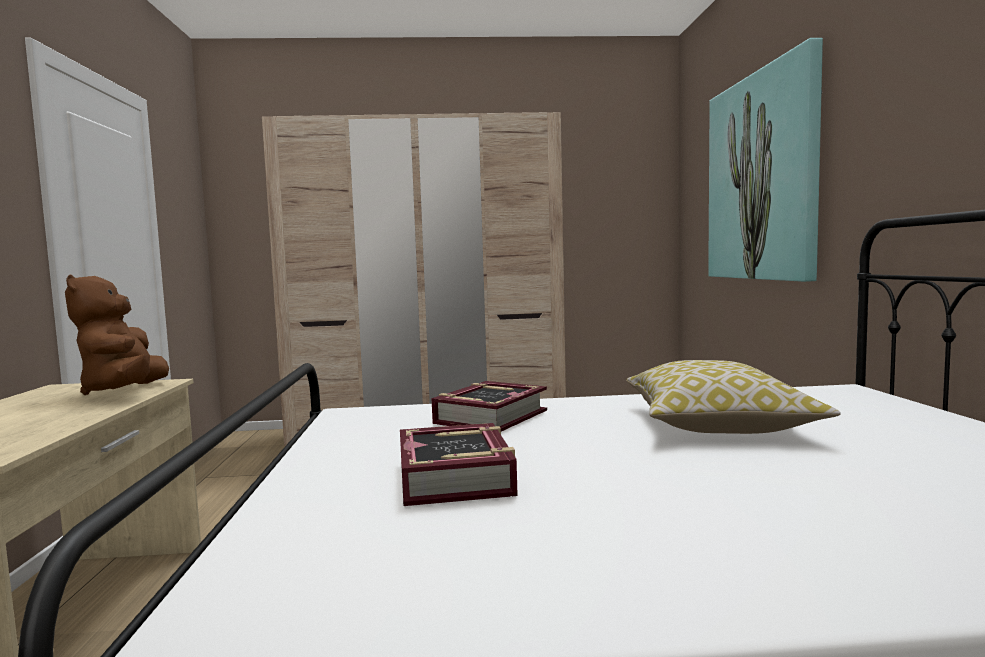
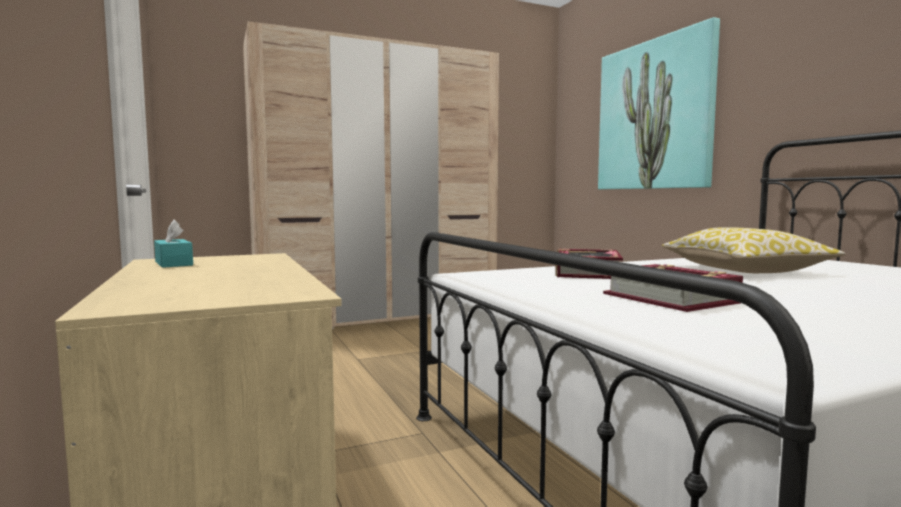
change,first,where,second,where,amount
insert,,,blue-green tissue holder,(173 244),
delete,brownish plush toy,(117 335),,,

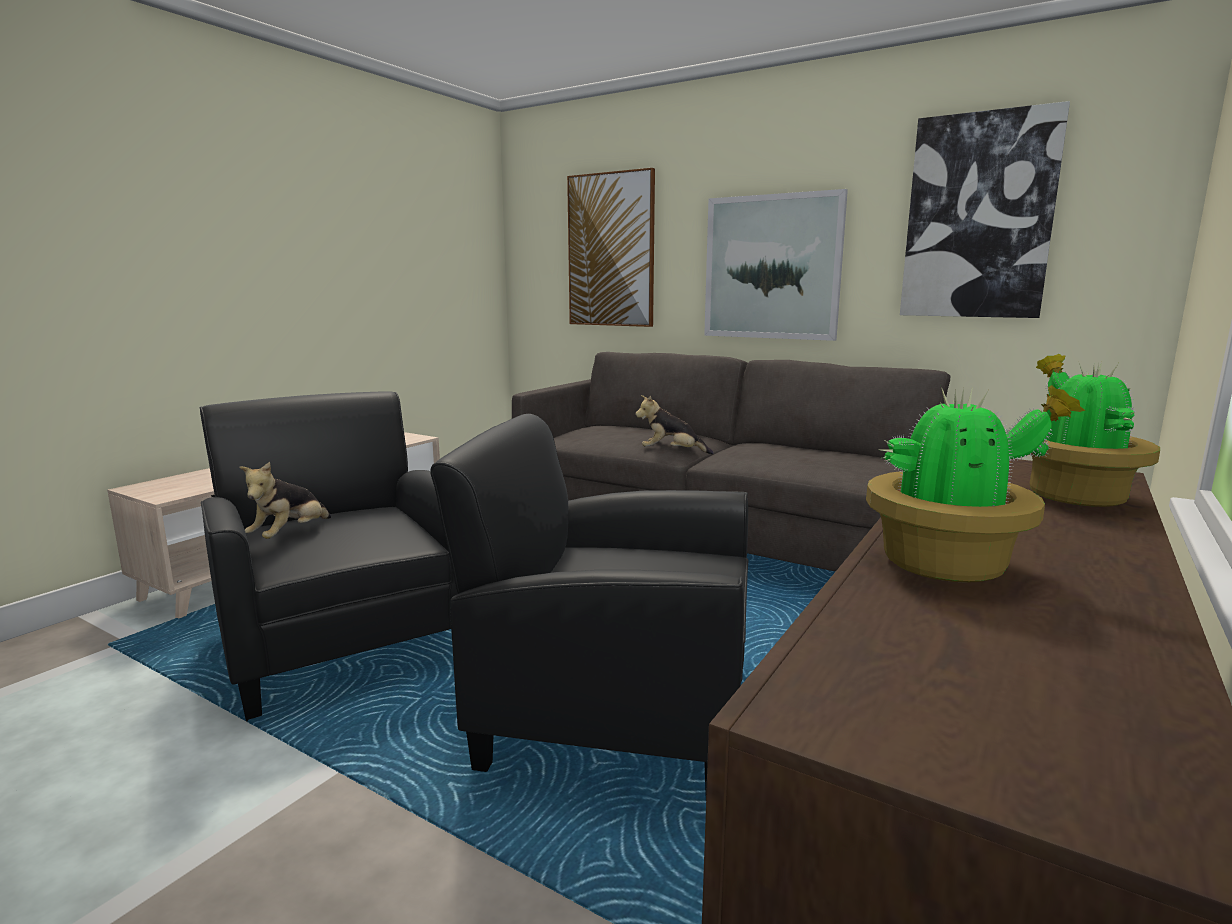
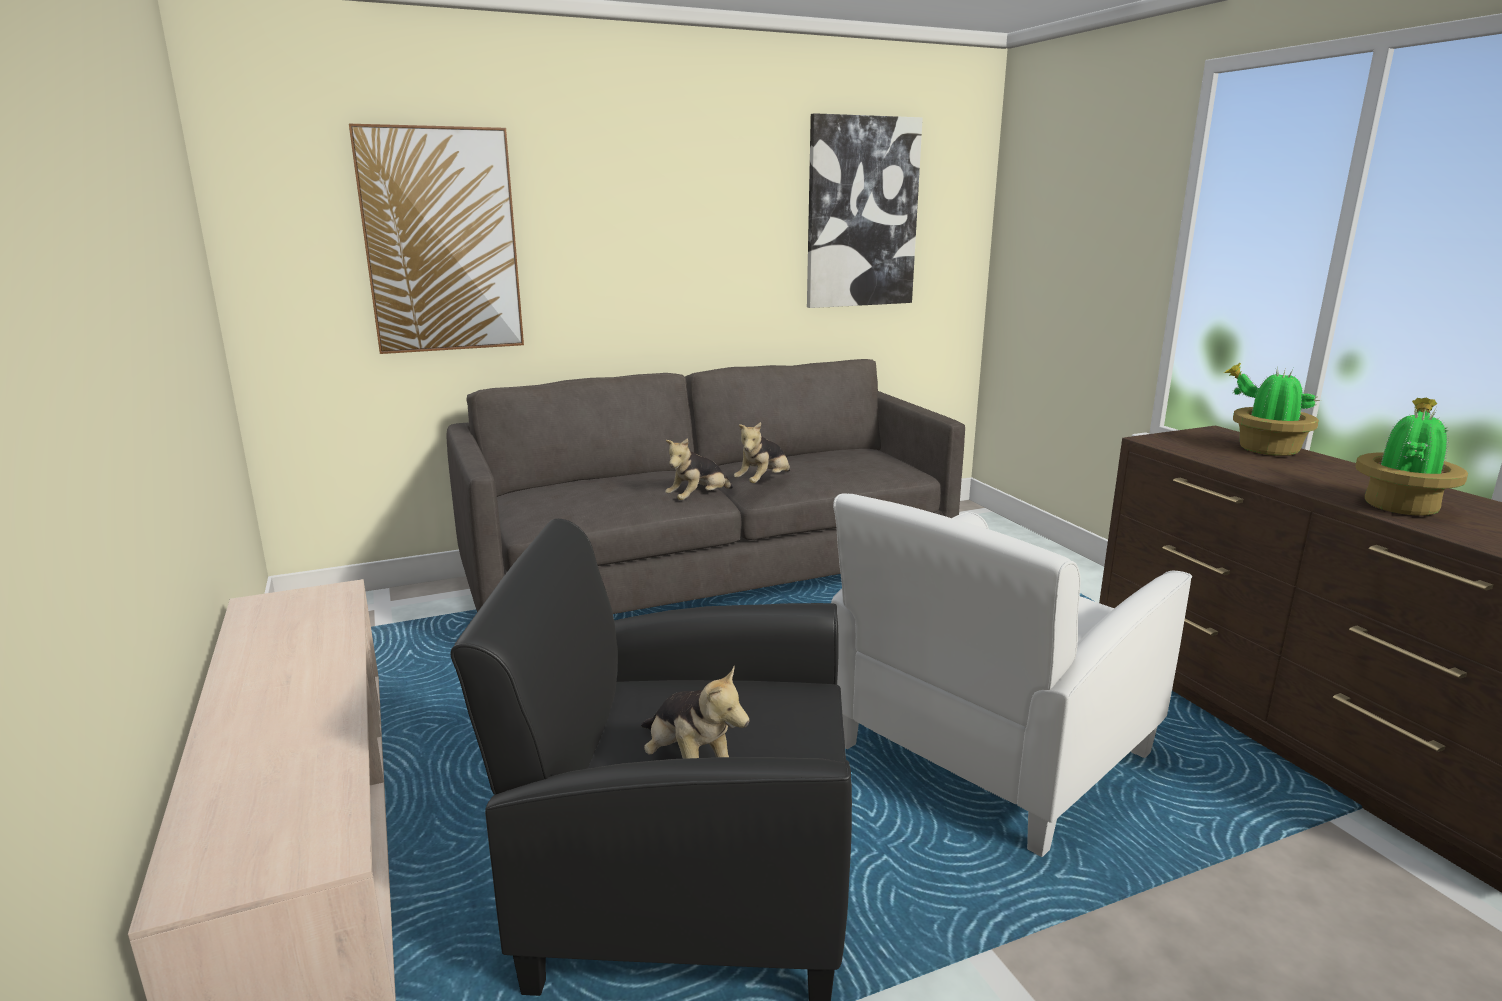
change,first,where,second,where,amount
insert,,,plush toy,(762 452),
recolor,black-coloured easy chair,(589 603),white-coloured easy chair,(1011 675),
delete,wall picture,(776 265),,,

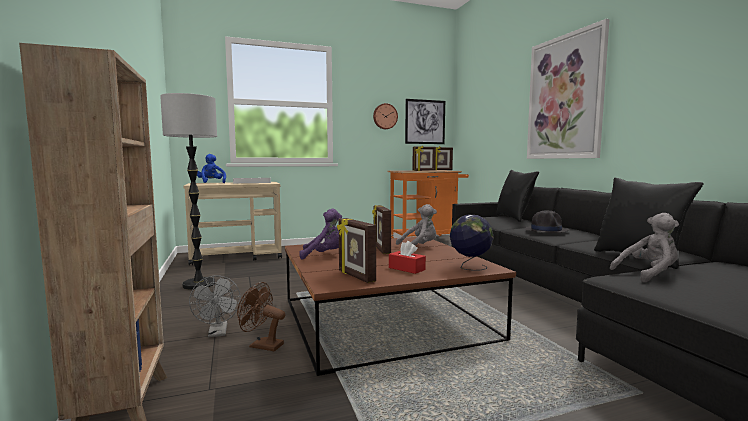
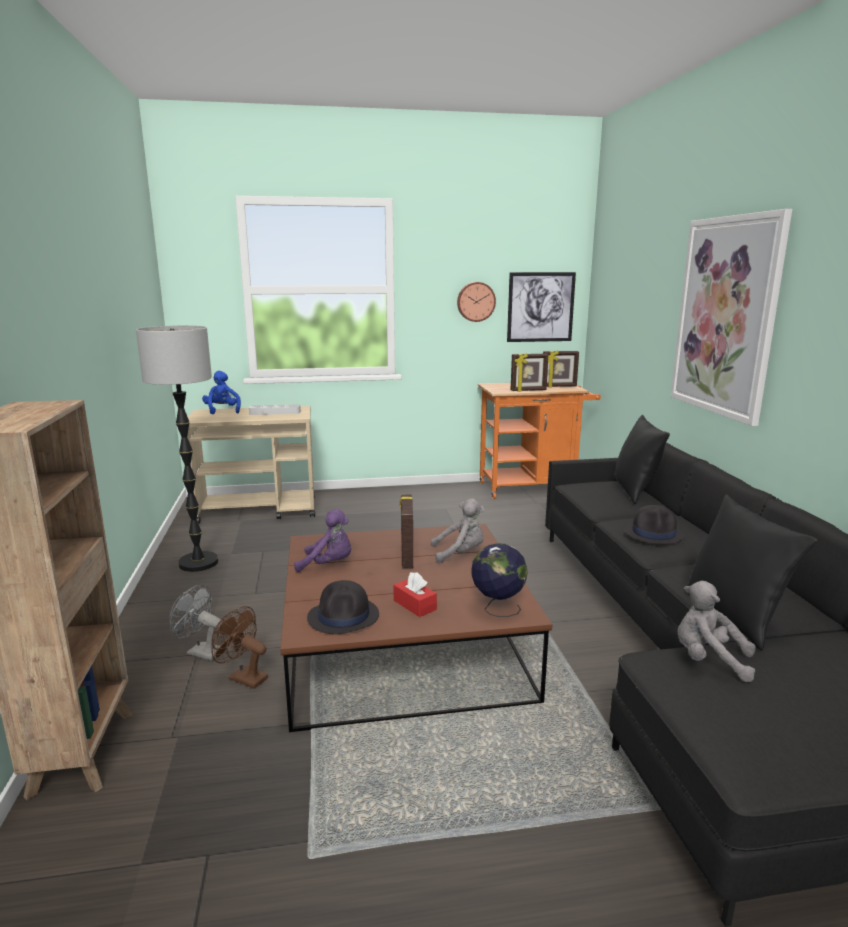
change,first,where,second,where,amount
rotate,grey electric fan,(215 306),,(196 623),120 degrees clockwise
replace,picture frame,(356 250),black-coloured clothing hat,(343 607),
rotate,grey plush toy,(644 247),,(716 631),150 degrees counterclockwise

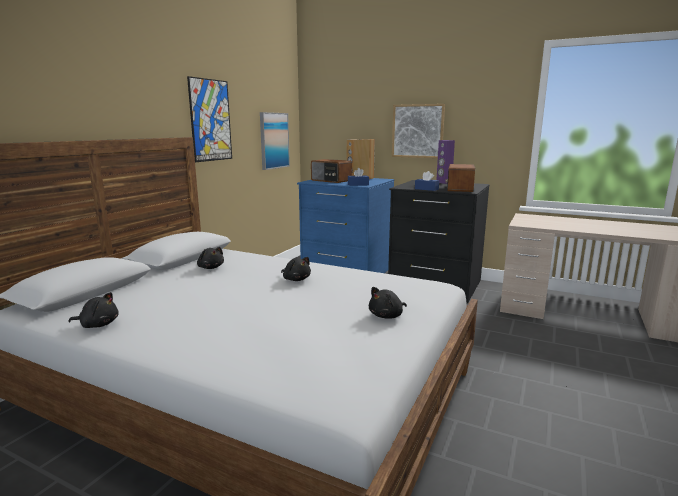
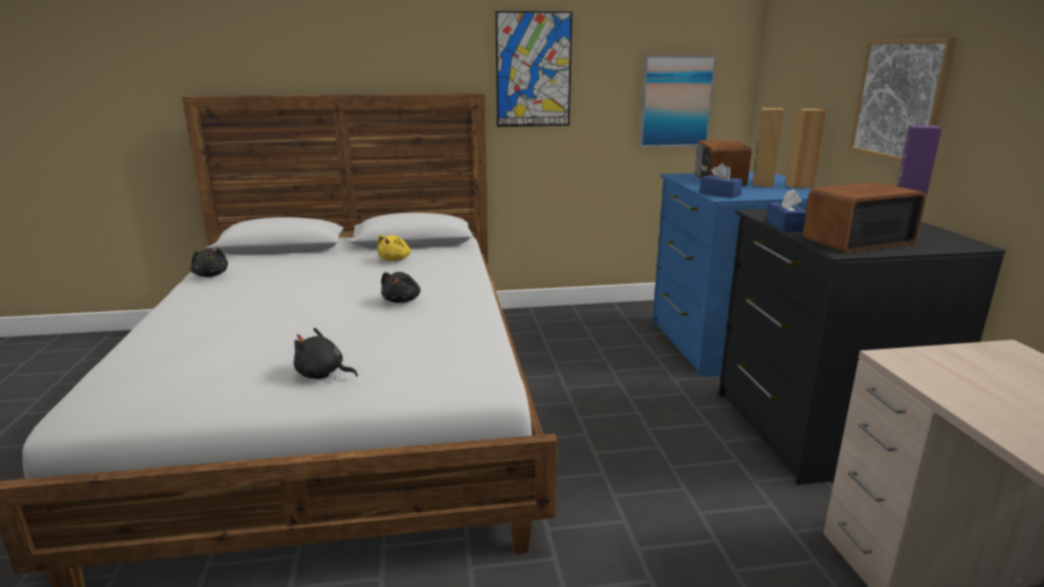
change,first,where,second,where,amount
recolor,black-coloured plush toy,(210 258),yellow plush toy,(394 248),

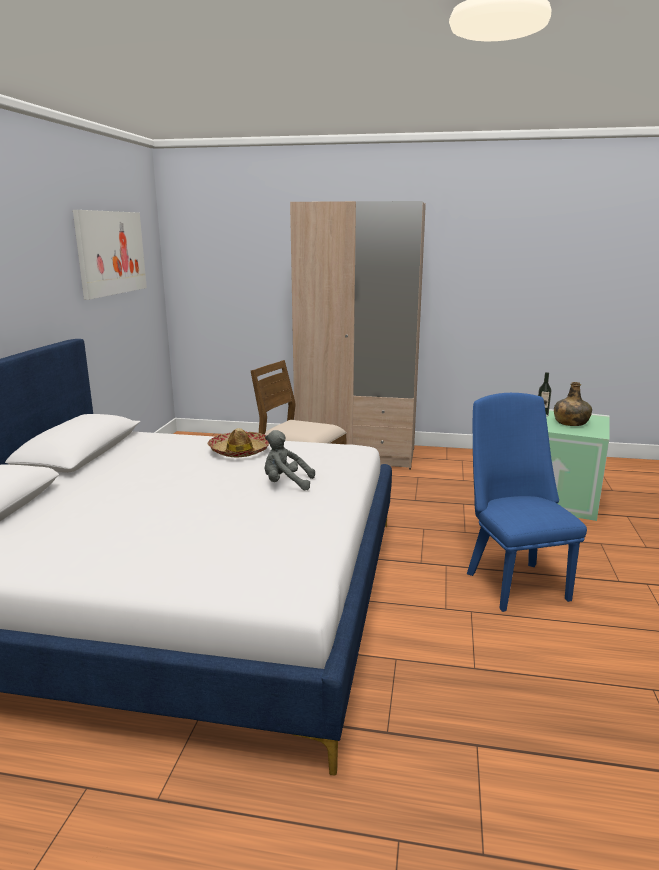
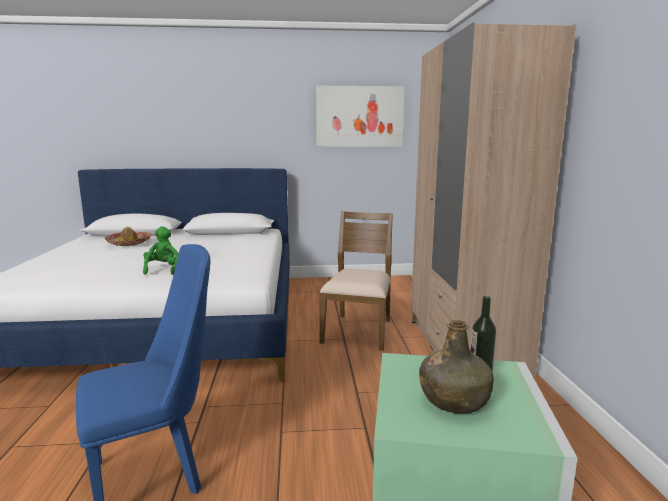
change,first,where,second,where,amount
move,clothing hat,(238 442),,(128 236),
recolor,grey plush toy,(289 460),greenish plush toy,(161 250),

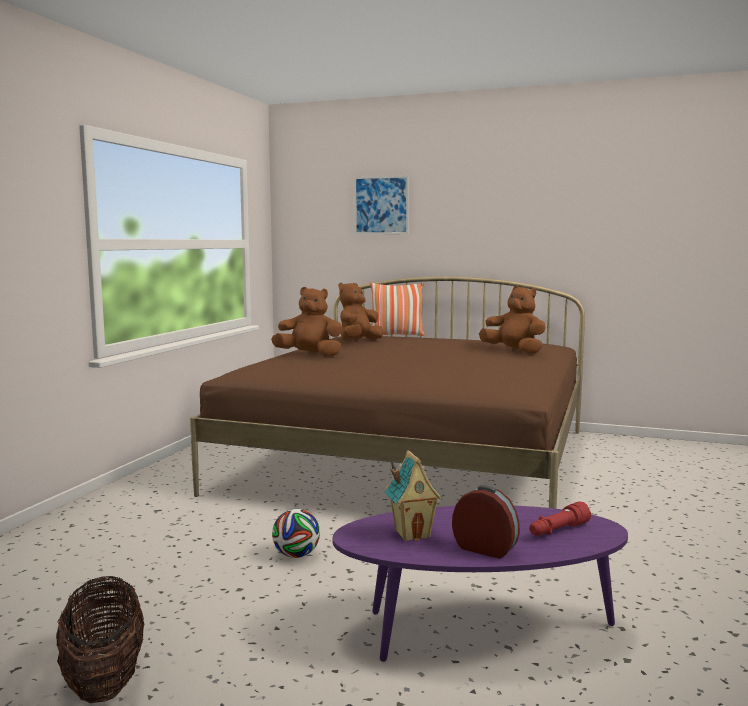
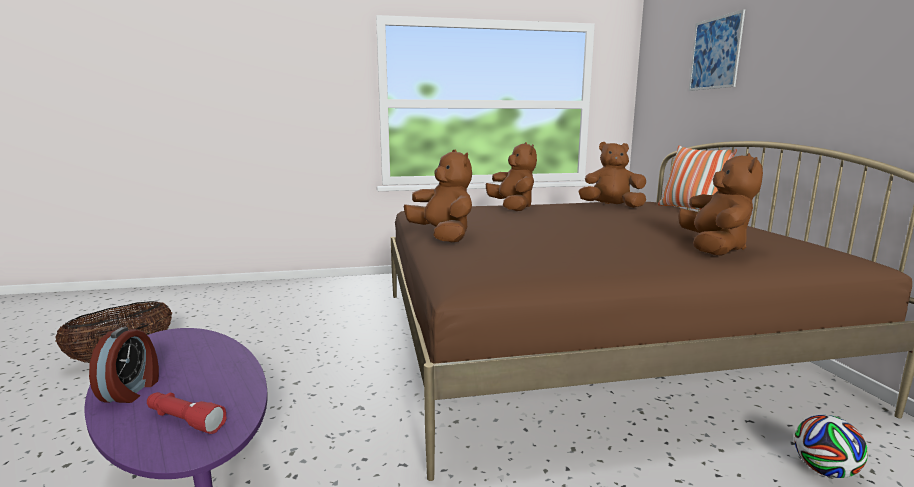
change,first,where,second,where,amount
insert,,,brownish plush toy,(438 195),
move,football,(296 533),,(831 446),
delete,toy house,(413 495),,,

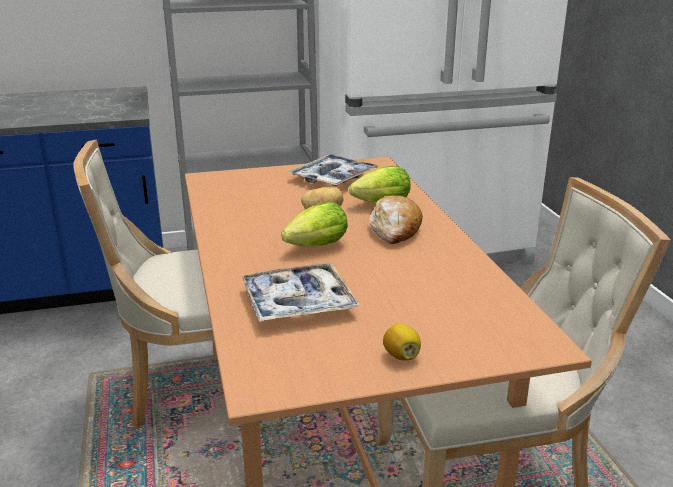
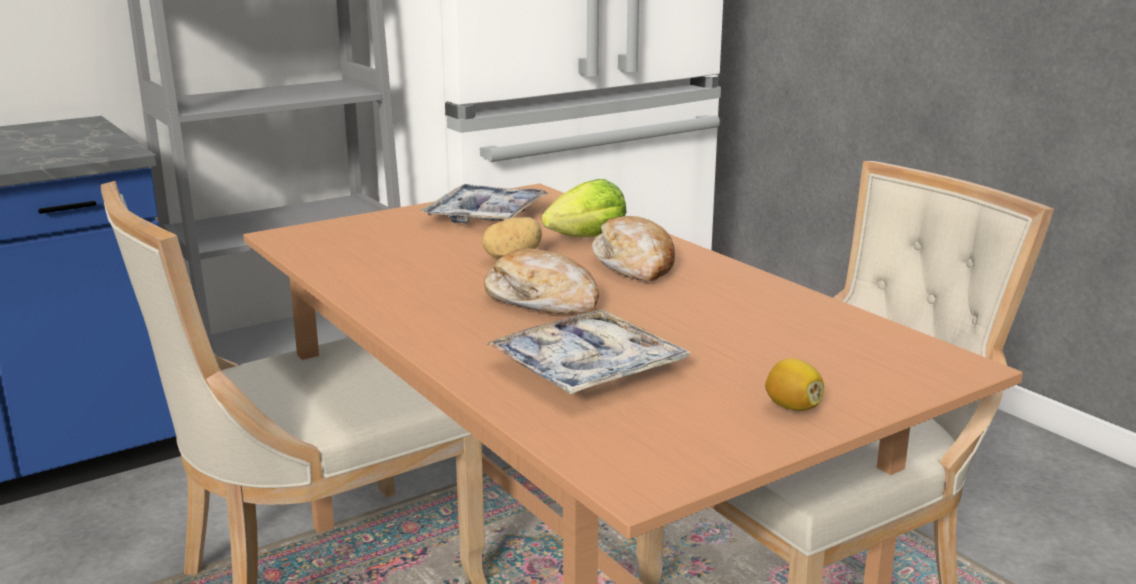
change,first,where,second,where,amount
replace,lettuce head,(314 224),bread,(541 281),

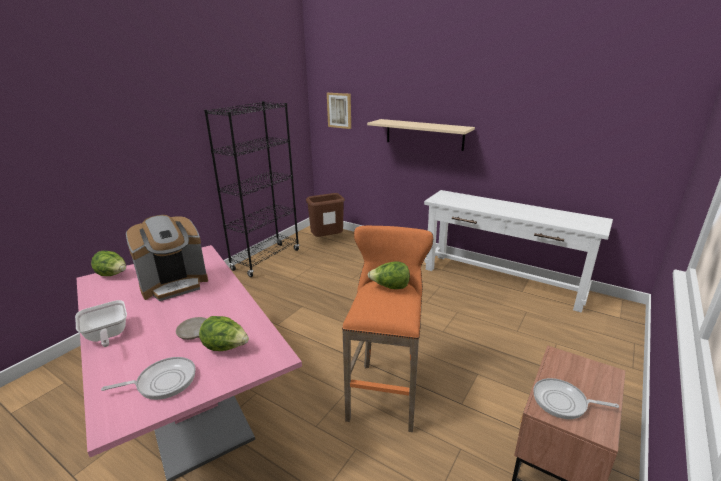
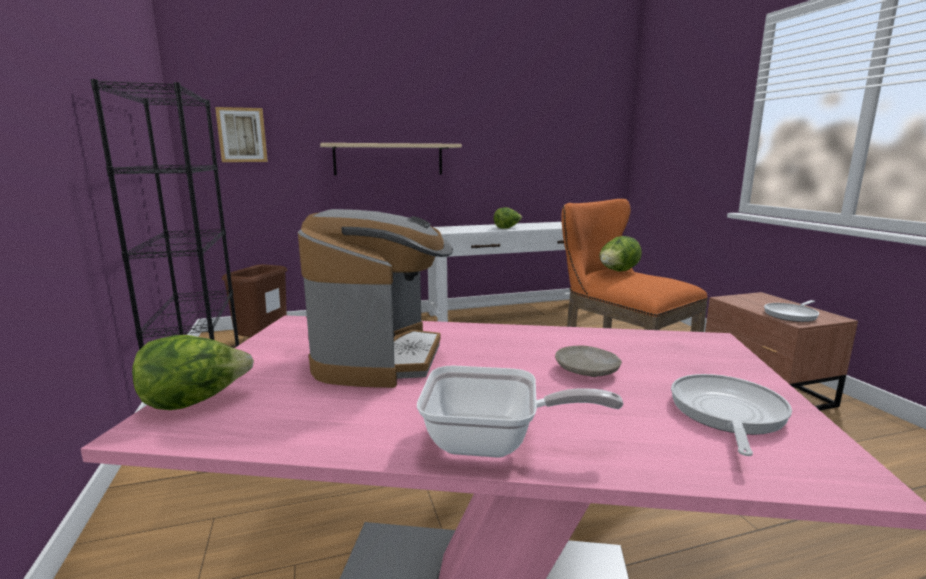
change,first,where,second,where,amount
move,lettuce head,(224 333),,(507 218),

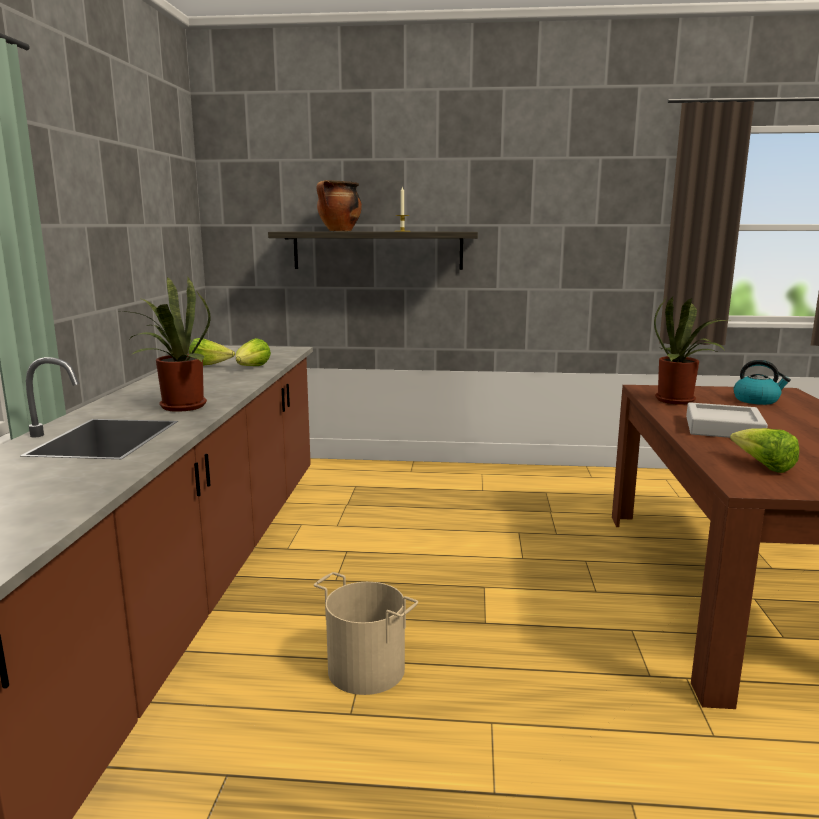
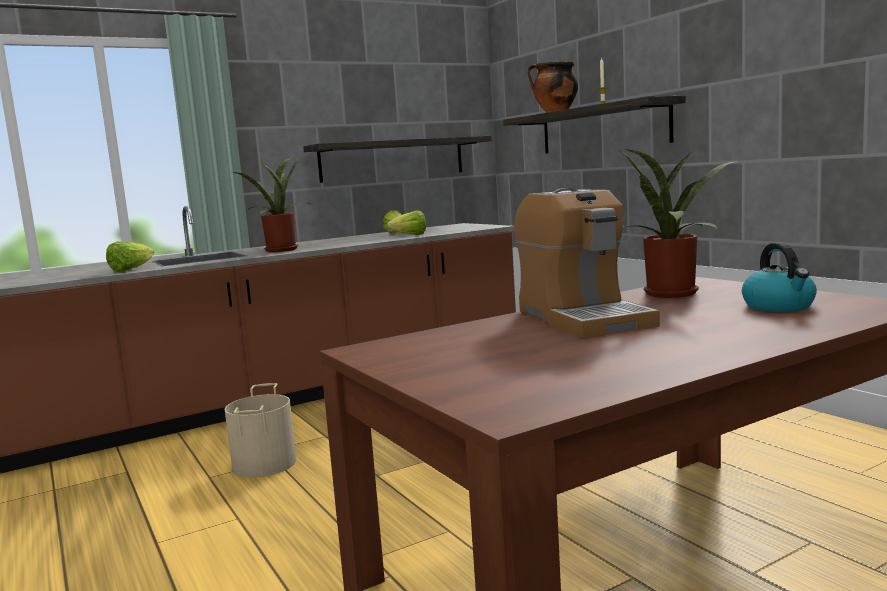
change,first,where,second,where,amount
move,lettuce head,(764 450),,(130 256),
insert,,,wall shelf,(397 159),
replace,grey carrying tray,(727 420),coffee maker,(587 263),

